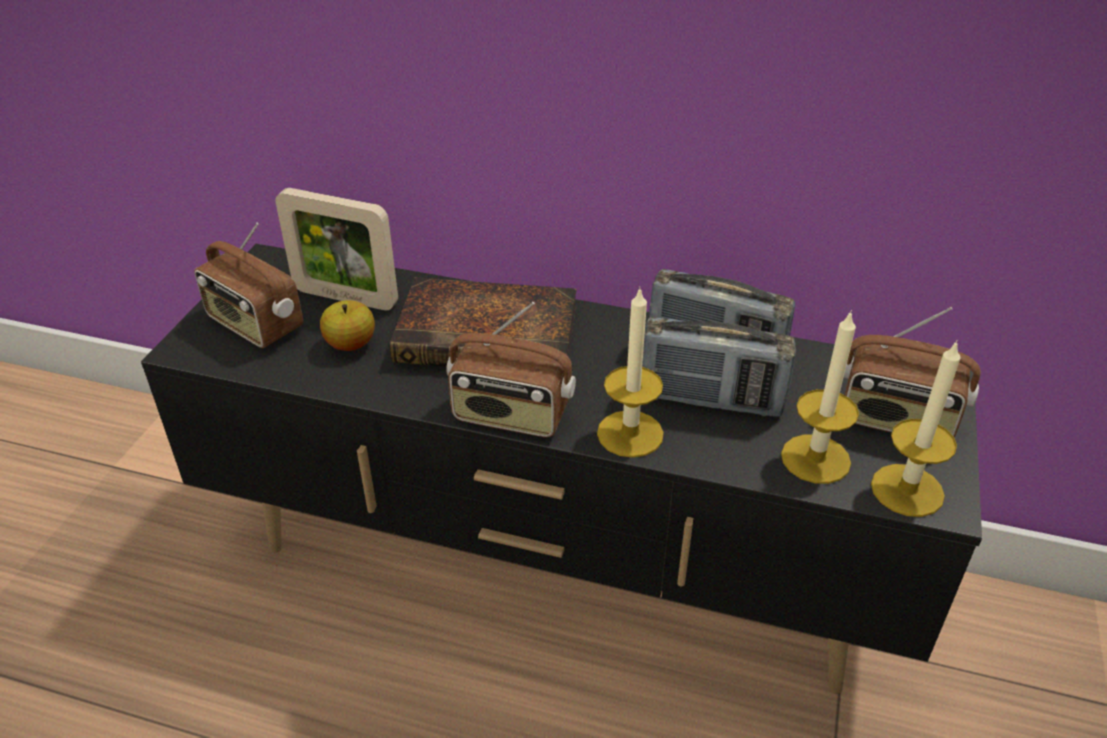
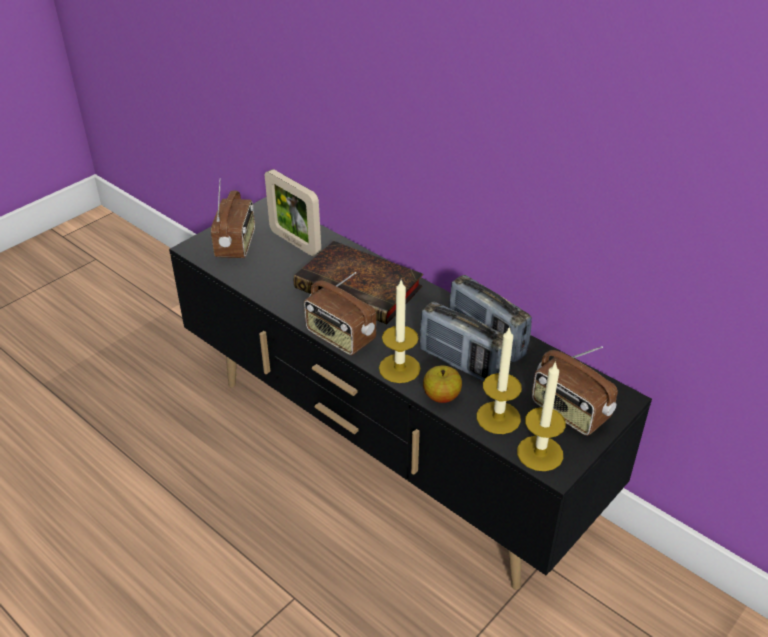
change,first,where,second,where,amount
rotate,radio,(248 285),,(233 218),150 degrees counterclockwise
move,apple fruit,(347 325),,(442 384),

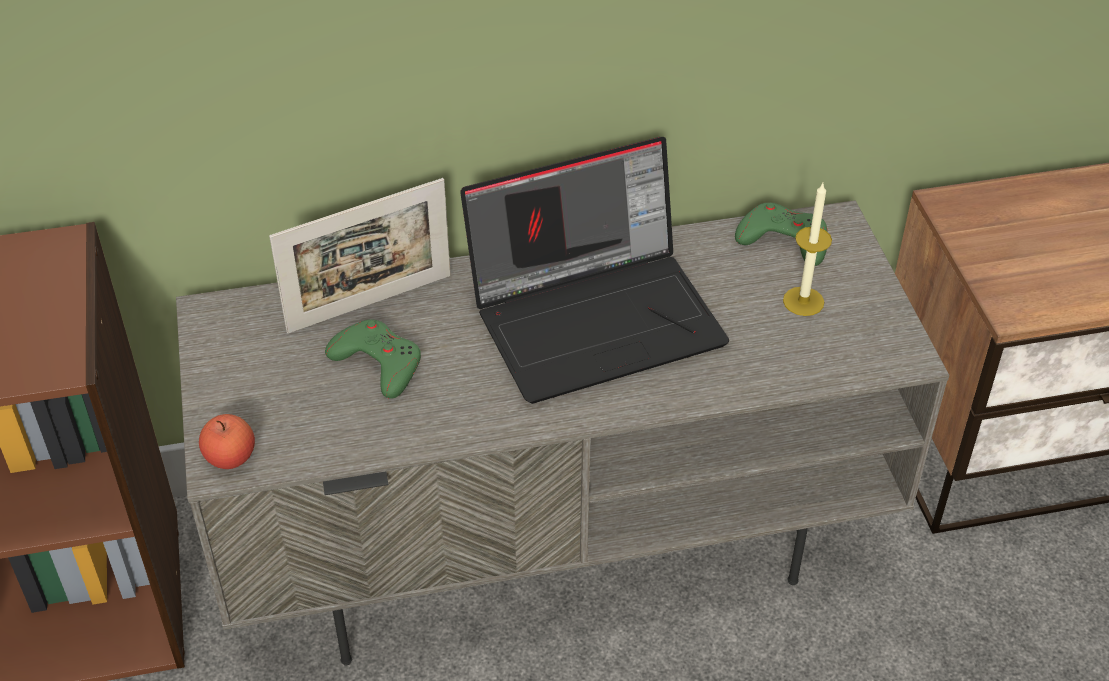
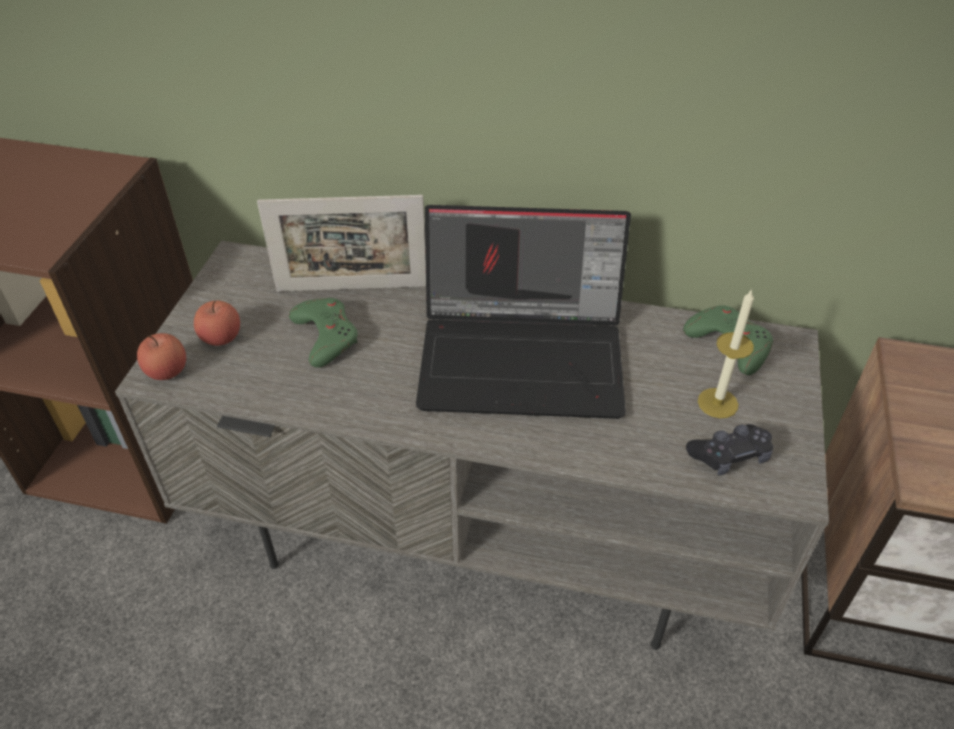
change,first,where,second,where,amount
insert,,,apple fruit,(217 323),
insert,,,black-coloured joypad,(729 450),

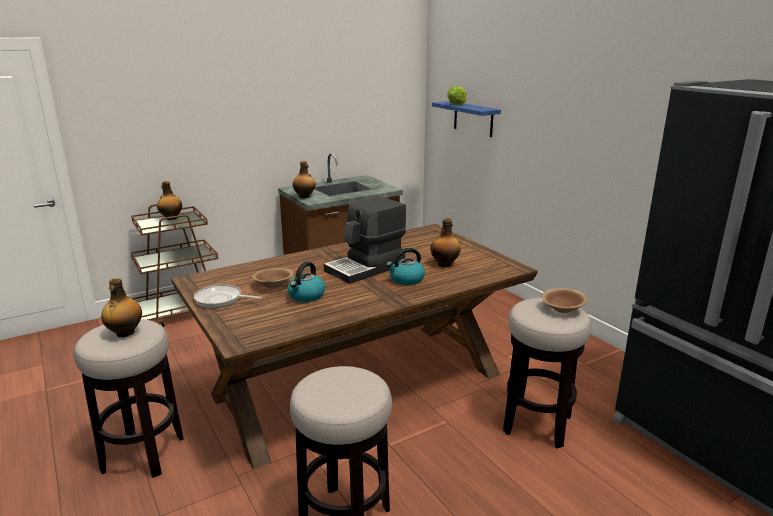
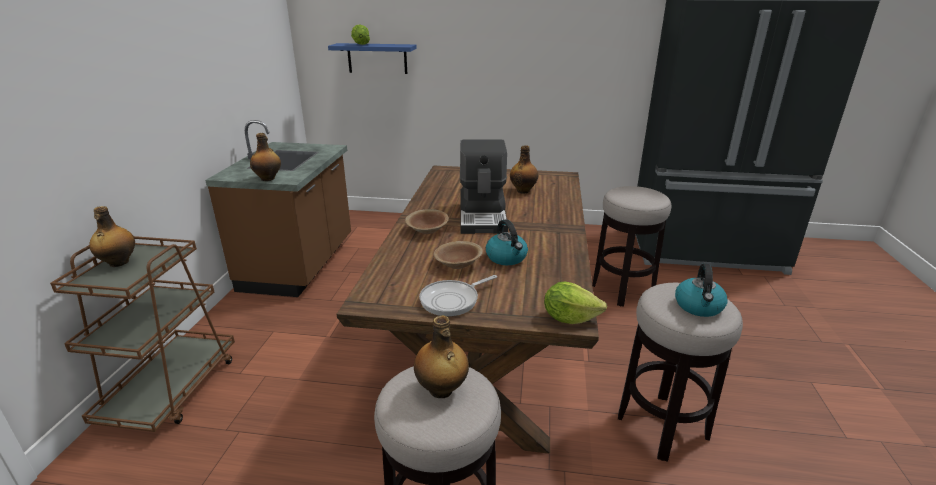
change,first,where,second,where,amount
move,brownish serving bowl,(564 300),,(427 221),
insert,,,lettuce head,(575 303),
move,tea kettle,(405 266),,(701 290),

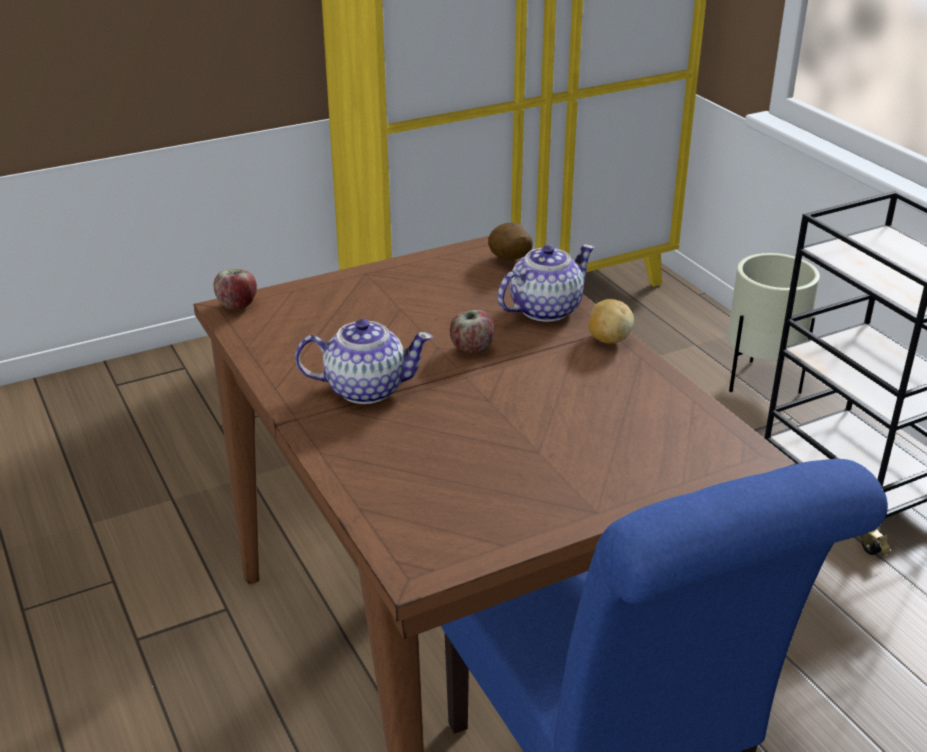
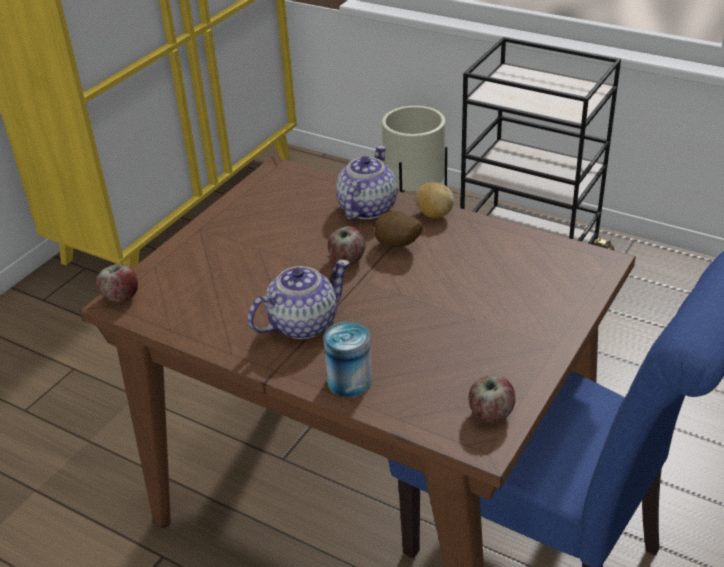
change,first,where,second,where,amount
insert,,,can,(347 359),
move,whole potato,(510 241),,(399 229),
insert,,,apple fruit,(492 399),

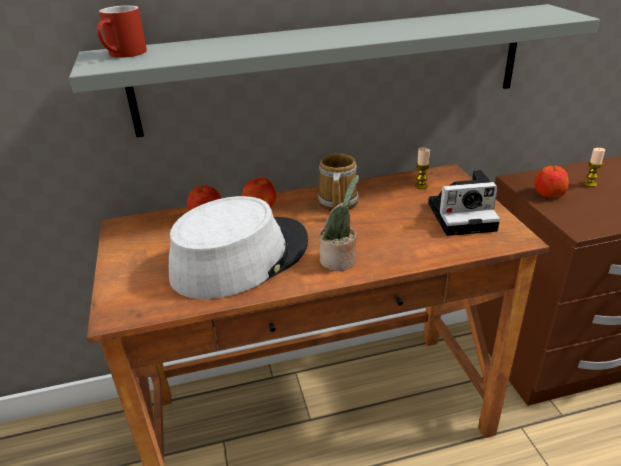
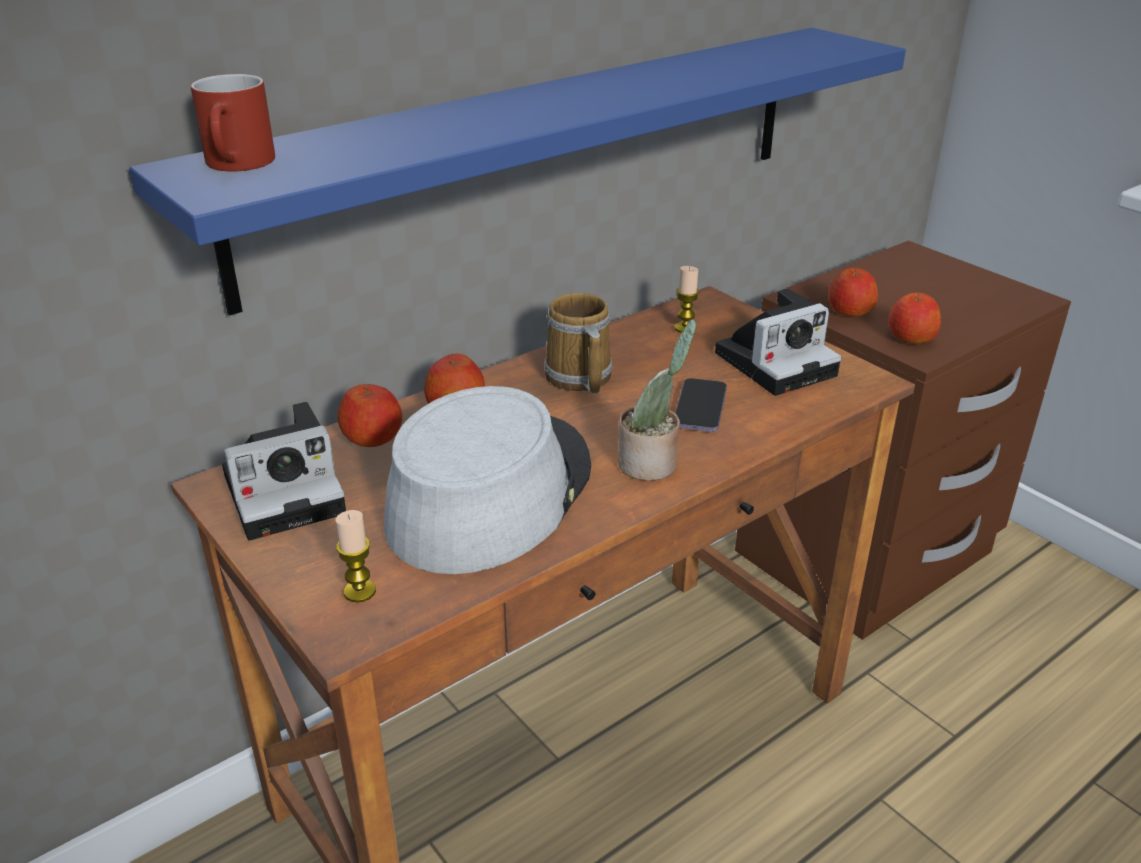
change,first,where,second,where,amount
recolor,grey wall shelf,(334 70),blue wall shelf,(517 171),
insert,,,photo camera,(284 471),
move,wax light,(594 167),,(356 556),
insert,,,telephone,(701 405),
insert,,,apple fruit,(915 317),

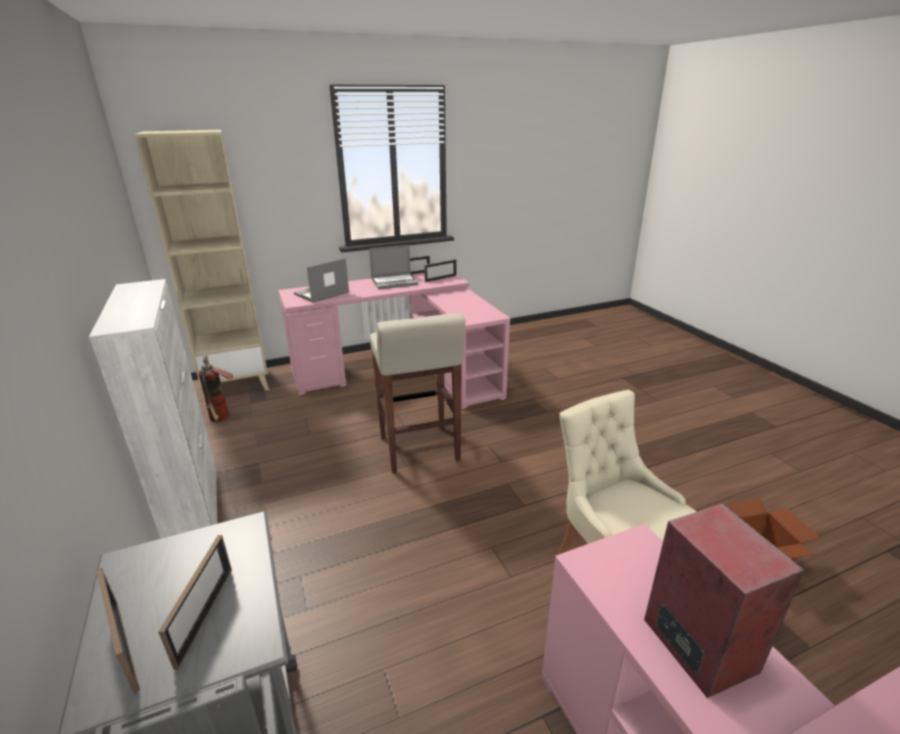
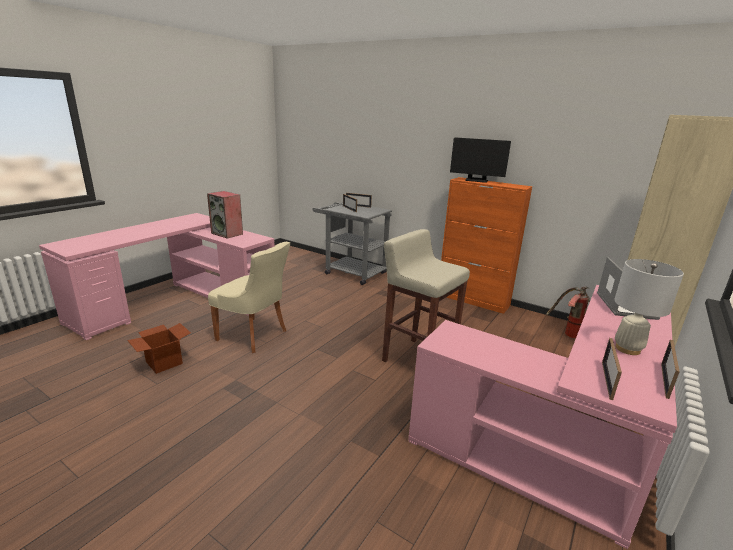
change,first,where,second,where,amount
recolor,white-coloured cabinet,(153 409),orangey cabinet,(486 245),
insert,,,computer screen,(480 160),
replace,portable computer,(393 267),white-coloured table lamp,(649 307),

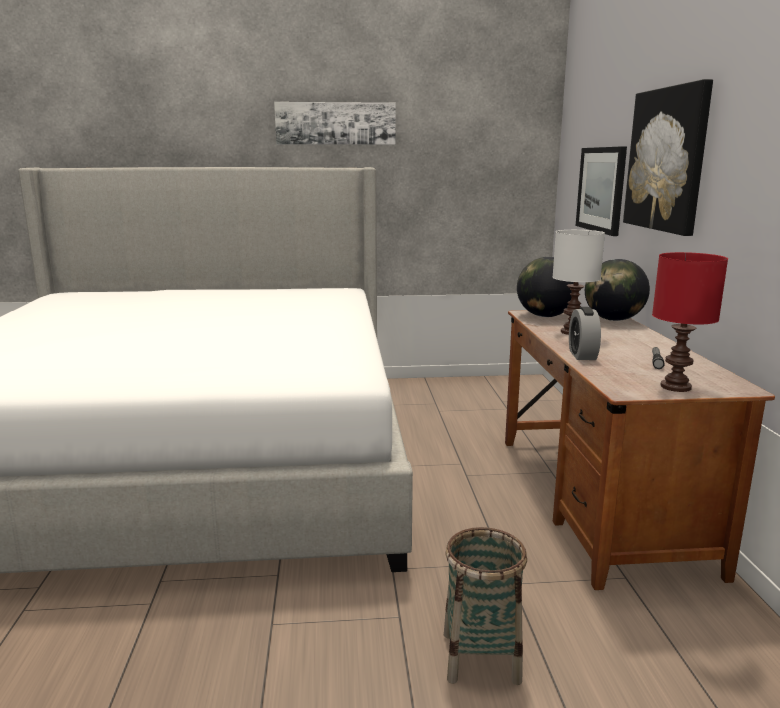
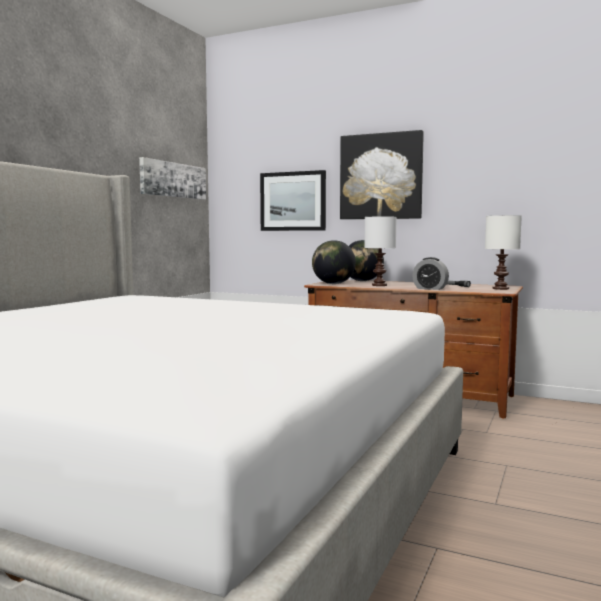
change,first,where,second,where,amount
move,wall picture,(335 123),,(172 178),
recolor,reddish table lamp,(690 322),white-coloured table lamp,(503 252),
delete,storage basket,(485 606),,,

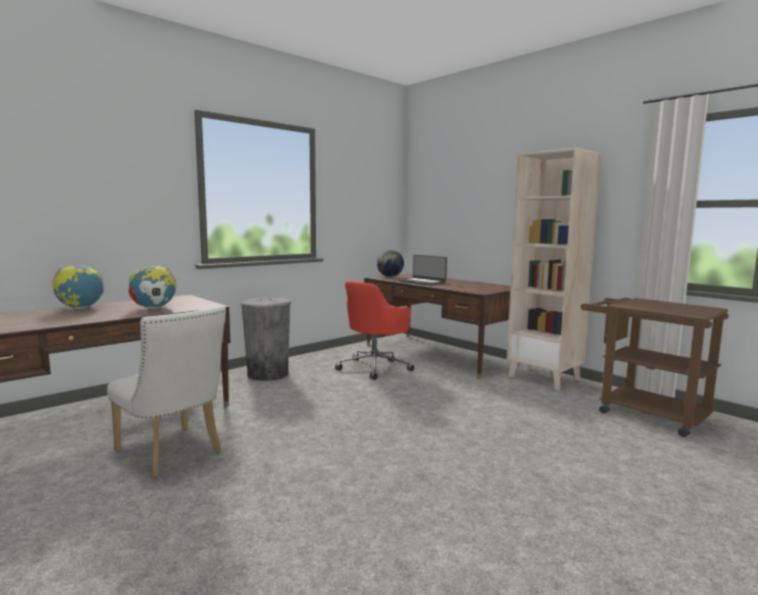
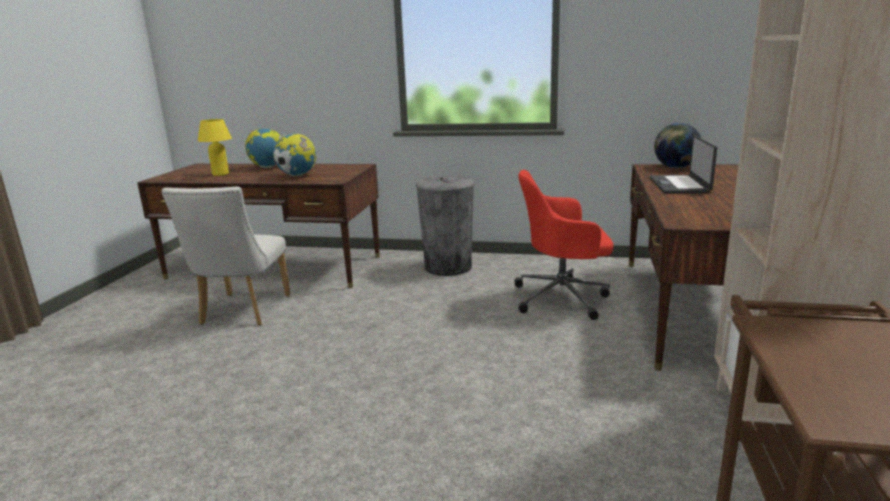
change,first,where,second,where,amount
insert,,,yellow table lamp,(215 147),

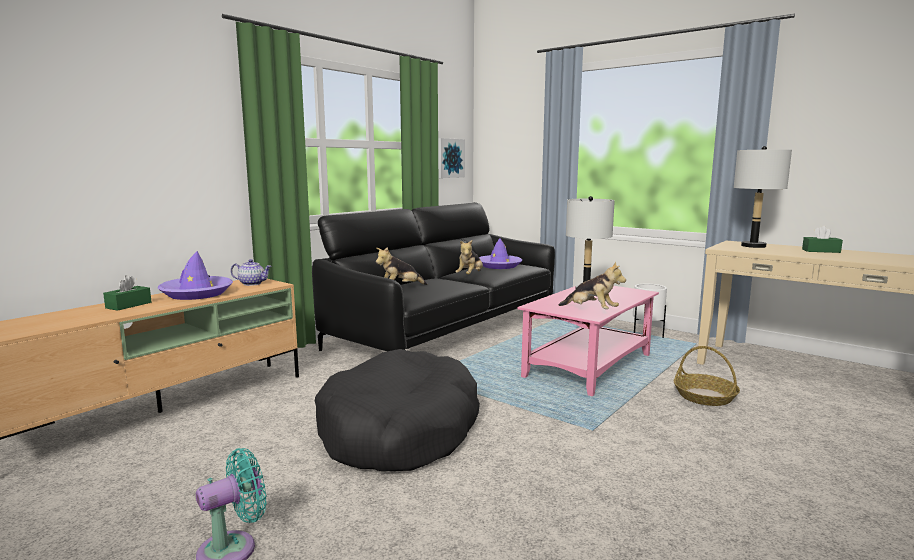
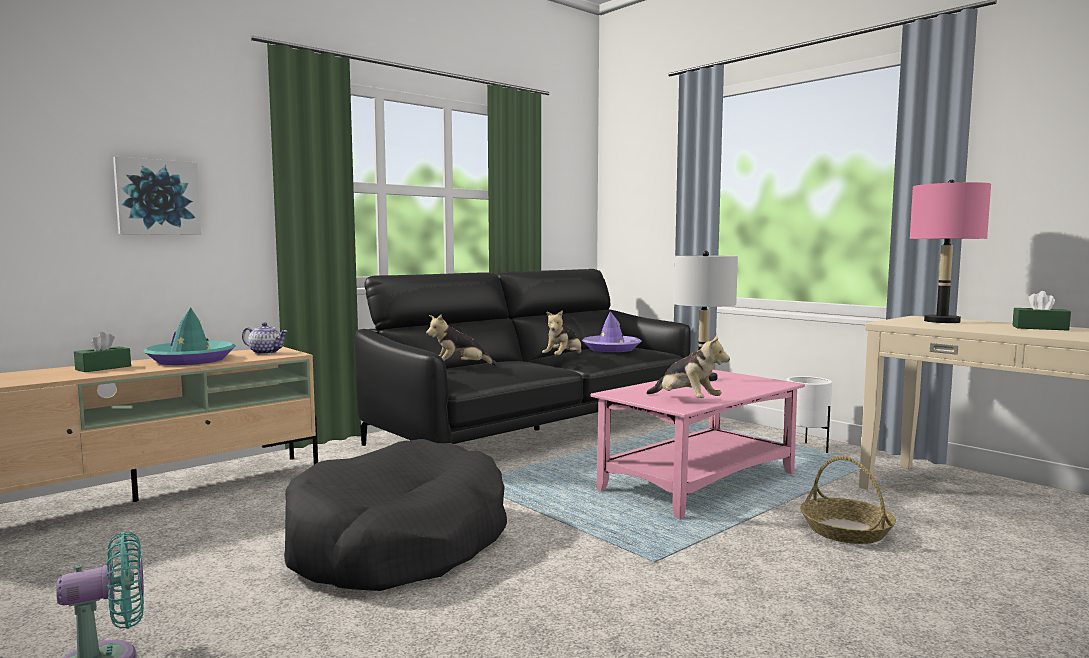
change,first,where,second,where,amount
move,wall picture,(451 158),,(157 196),
recolor,purplish clothing hat,(195 275),blue-green clothing hat,(189 336),
recolor,grey table lamp,(763 197),pinkish table lamp,(950 251),

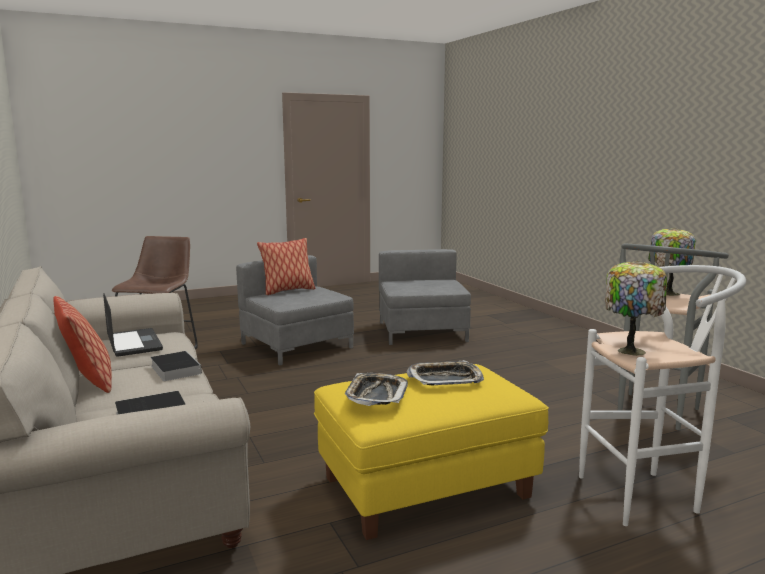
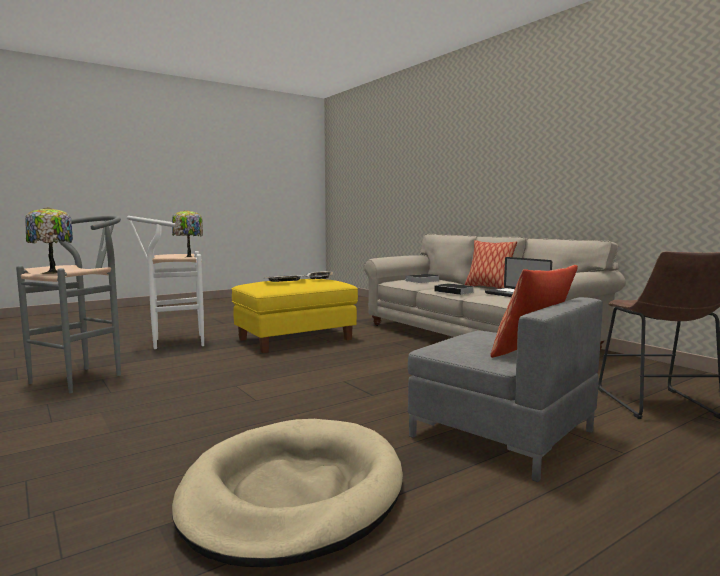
change,first,where,second,where,amount
replace,grey easy chair,(425 297),beige-coloured pet bed,(287 493),

